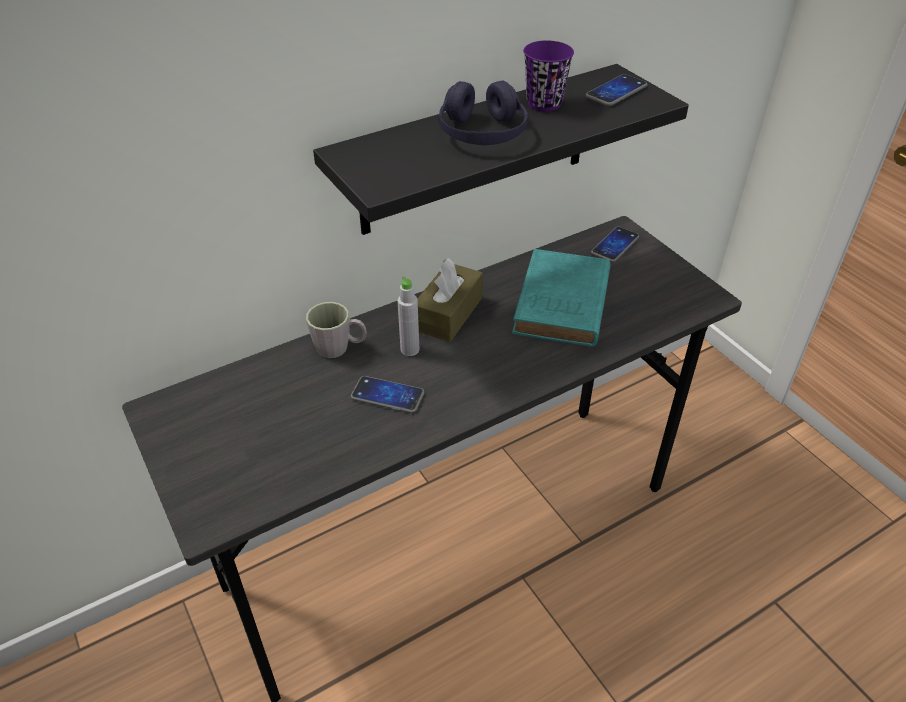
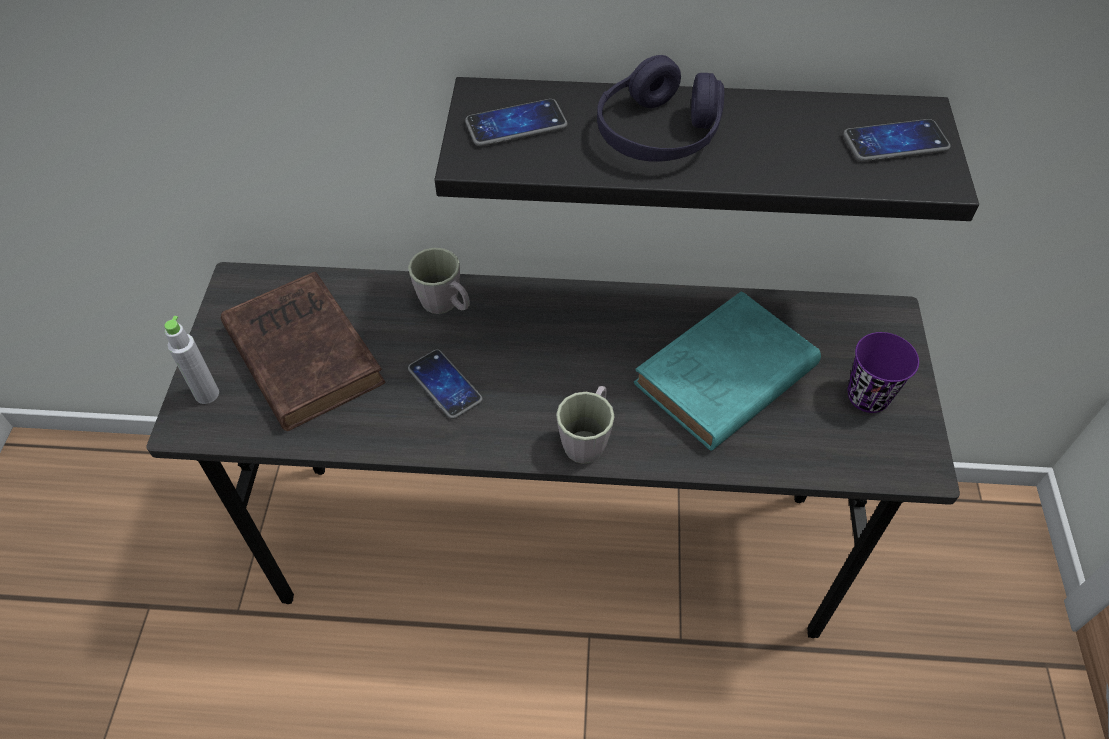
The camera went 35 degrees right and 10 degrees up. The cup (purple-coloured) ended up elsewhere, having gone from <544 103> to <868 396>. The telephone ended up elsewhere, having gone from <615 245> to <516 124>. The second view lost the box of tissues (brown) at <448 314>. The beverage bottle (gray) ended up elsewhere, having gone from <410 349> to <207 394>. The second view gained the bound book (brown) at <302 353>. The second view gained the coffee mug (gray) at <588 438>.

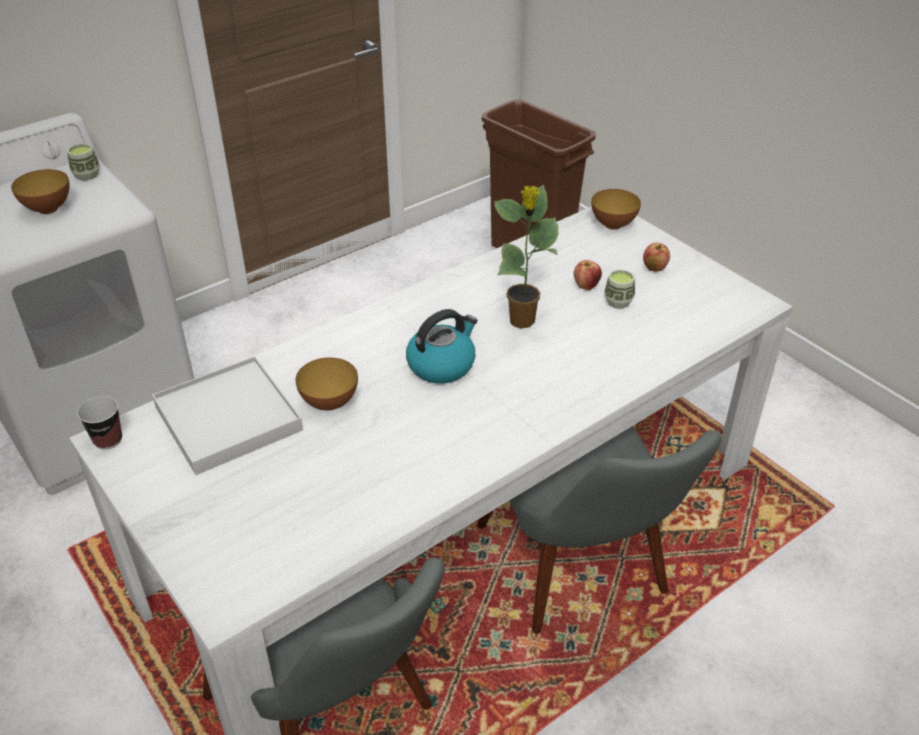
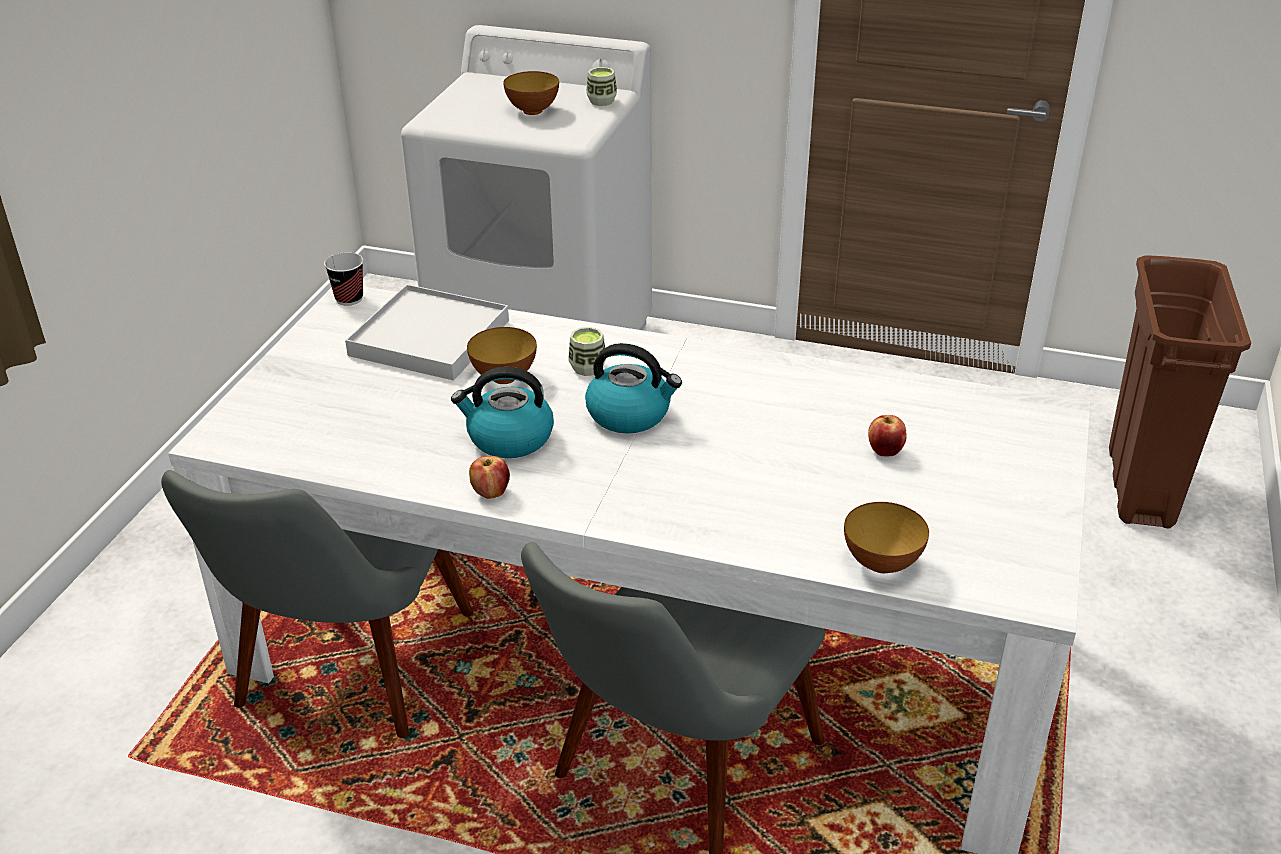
The camera went 55 degrees right and 5 degrees down. The second view lost the potted plant at <522 322>. The serving bowl ended up elsewhere, having gone from <613 225> to <881 563>. The apple ended up elsewhere, having gone from <654 268> to <491 493>. The cup ended up elsewhere, having gone from <618 301> to <587 368>. The second view gained the water kettle at <509 438>.

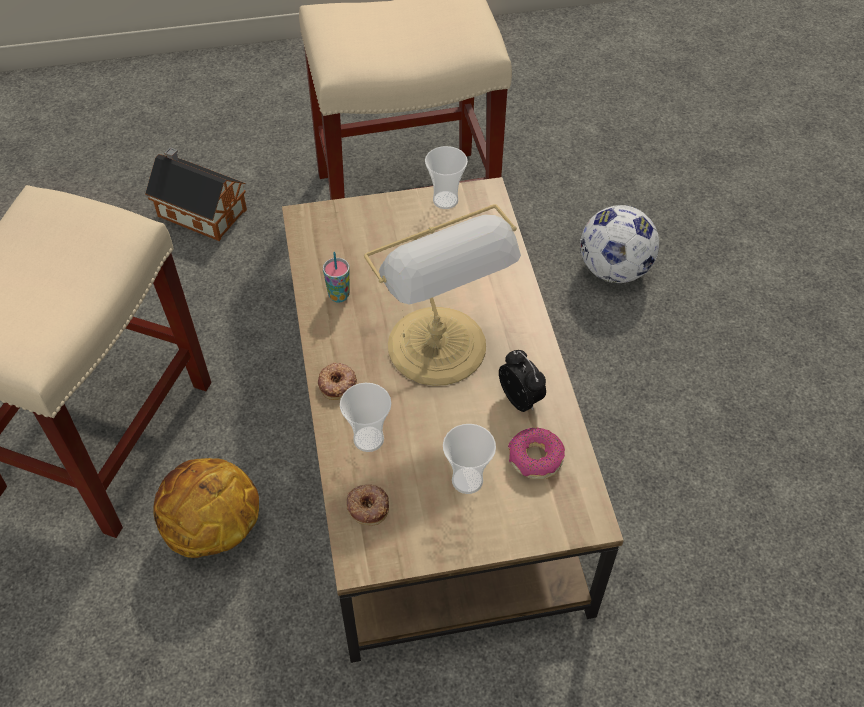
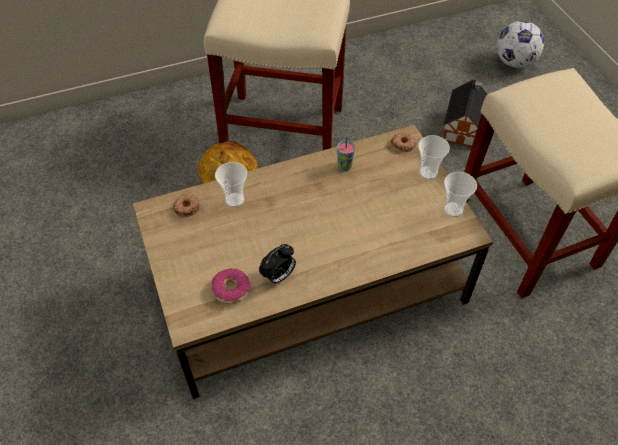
The camera went 80 degrees right and 0 degrees up. The second view lost the tabletop lamp at <440 349>. The football ball ended up elsewhere, having gone from <613 270> to <514 62>. The ring doughnut ended up elsewhere, having gone from <337 383> to <403 144>. The cup ended up elsewhere, having gone from <467 480> to <428 173>.

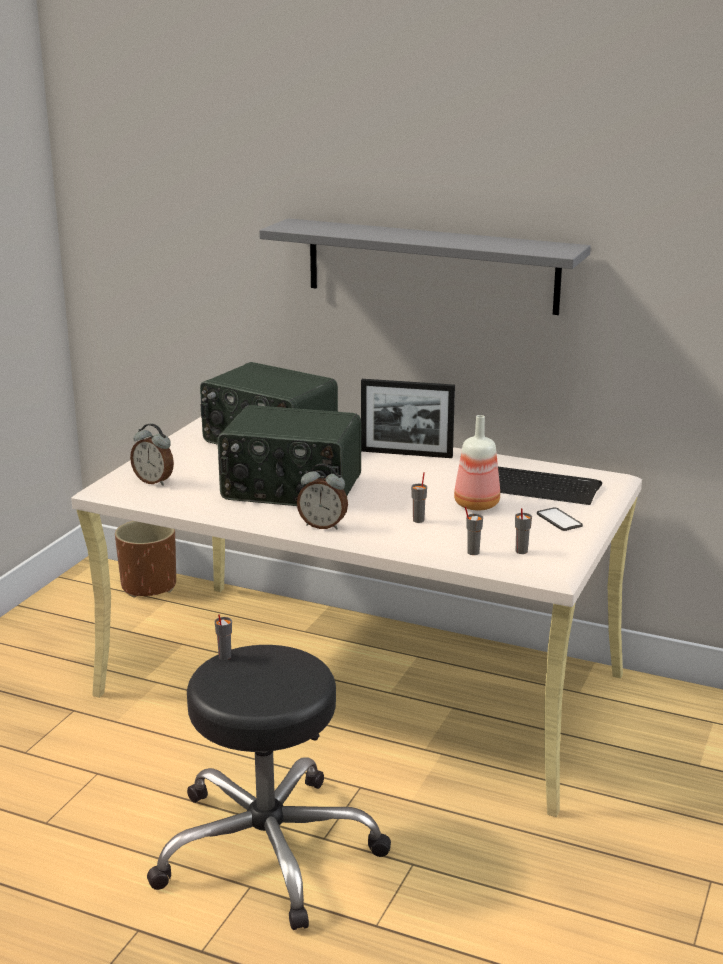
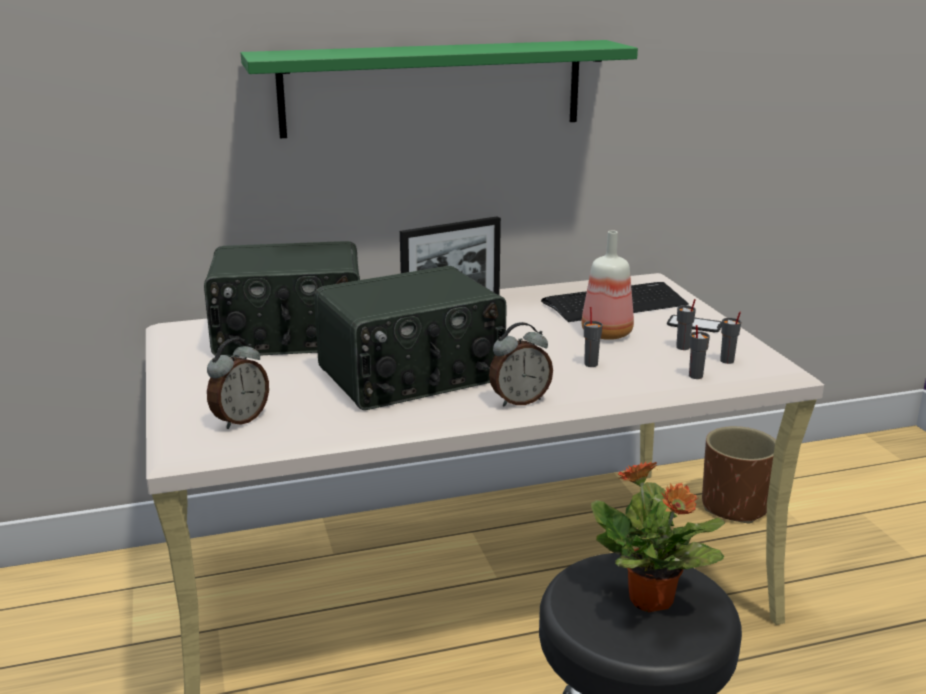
The camera went 40 degrees left and 0 degrees up. What was the bracket shelf (gray) at <431 266> turned into the bracket shelf (green-coloured) at <433 88>. The alarm clock at <154 481> ended up facing another way, 45 degrees counterclockwise from before. The planter (brown) ended up elsewhere, having gone from <149 586> to <734 506>. The cup (gray) ended up elsewhere, having gone from <224 656> to <682 347>. The second view gained the potted plant at <651 600>.

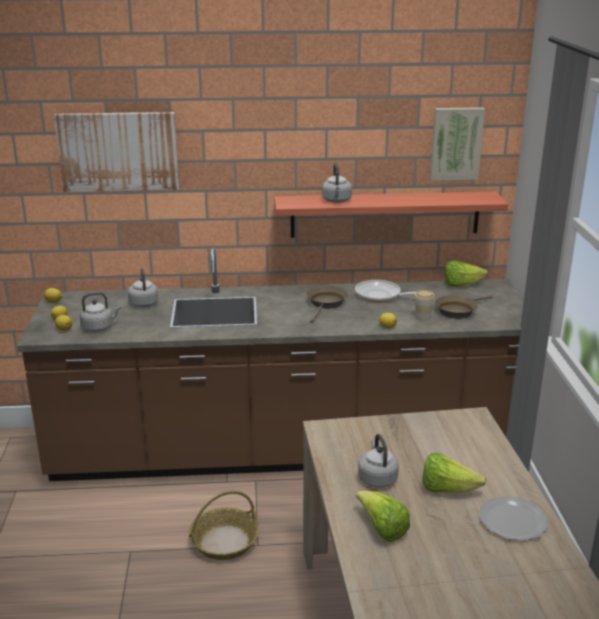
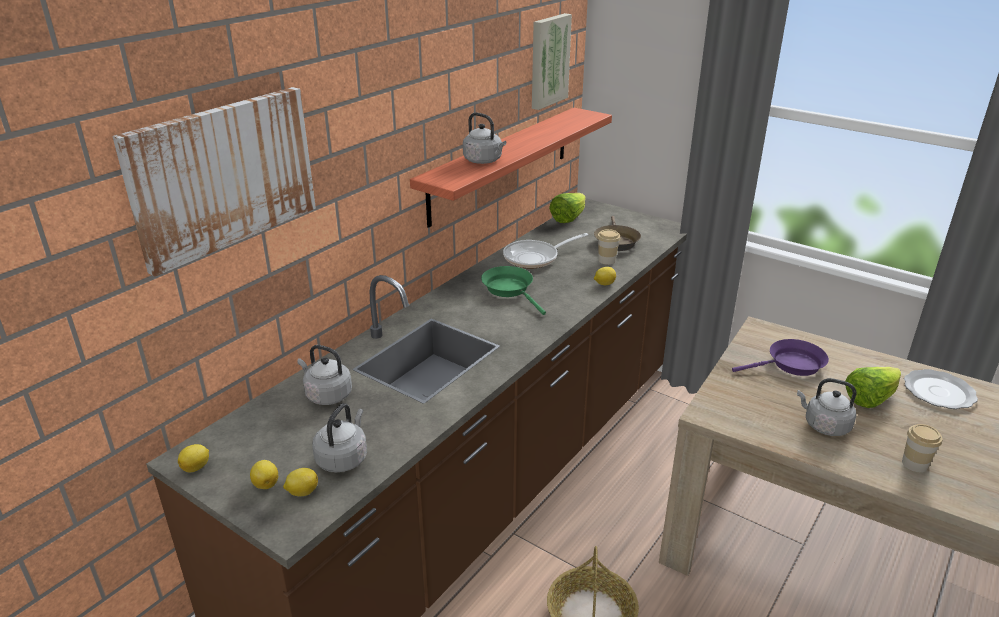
The camera went 50 degrees left and 5 degrees up. What was the frying pan (brown) at <326 304> turned into the frying pan (green-coloured) at <510 290>. Where the lettuce head stood at <382 529>, the cup came to stand at <914 464>. The second view gained the frying pan (purple-coloured) at <791 365>.

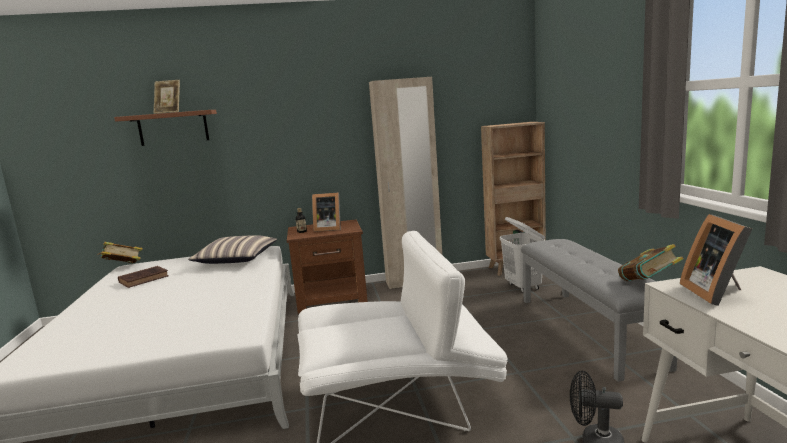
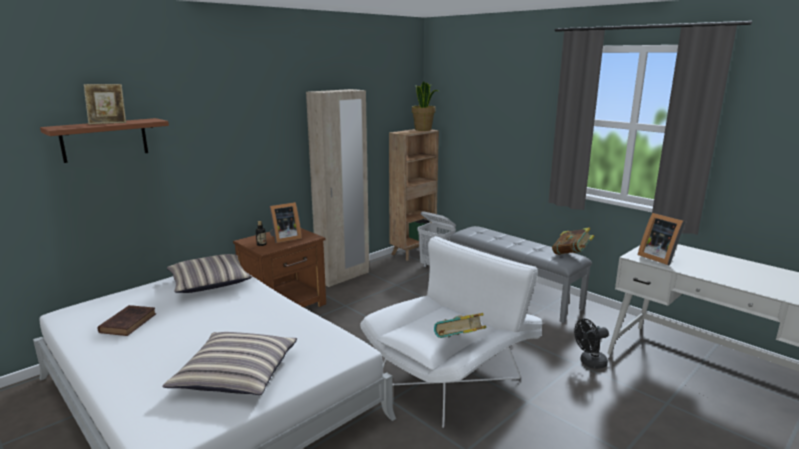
The camera went 35 degrees left and 5 degrees up. The bound book ended up elsewhere, having gone from <123 267> to <459 343>. The second view gained the potted plant at <423 129>. The second view gained the cushion at <236 374>.

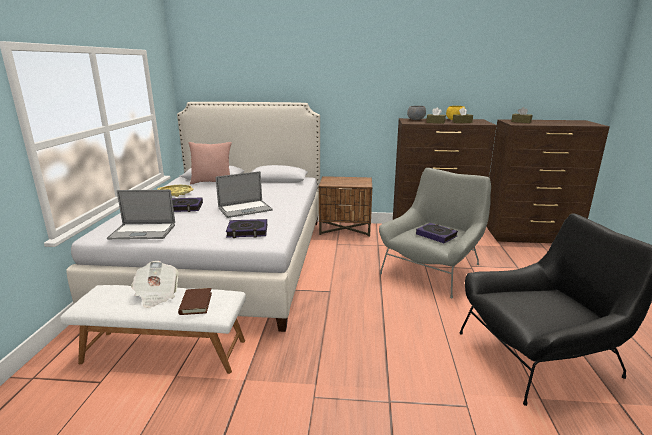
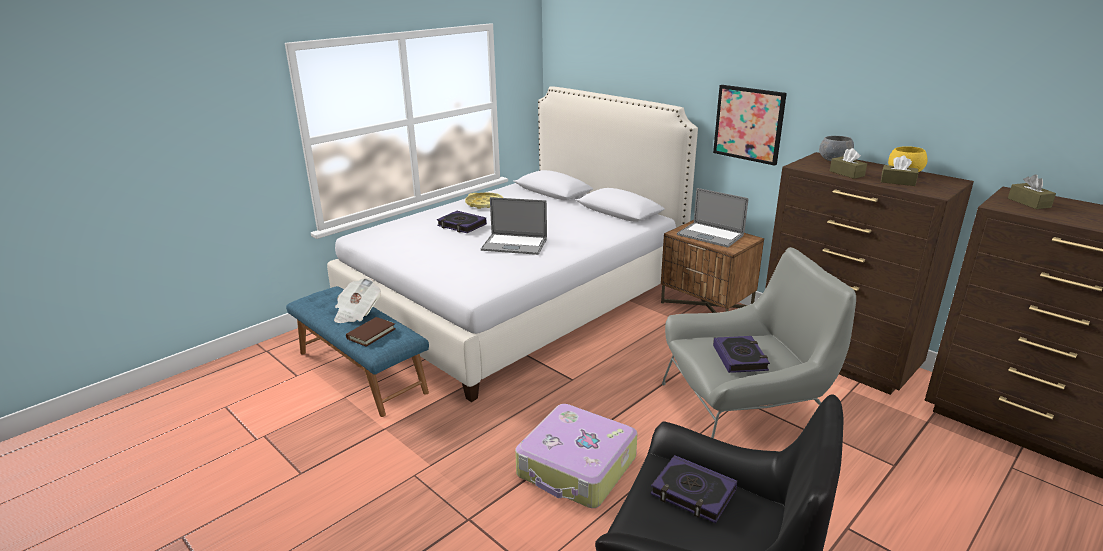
The camera went 40 degrees right and 5 degrees up. The second view lost the cushion (pink) at <212 182>. The laptop ended up elsewhere, having gone from <142 232> to <710 235>. The bound book ended up elsewhere, having gone from <247 231> to <693 493>. What was the bench (whitish) at <165 351> turned into the bench (blue) at <362 371>. The second view gained the wall picture at <749 124>. The second view gained the piece of luggage at <577 467>.

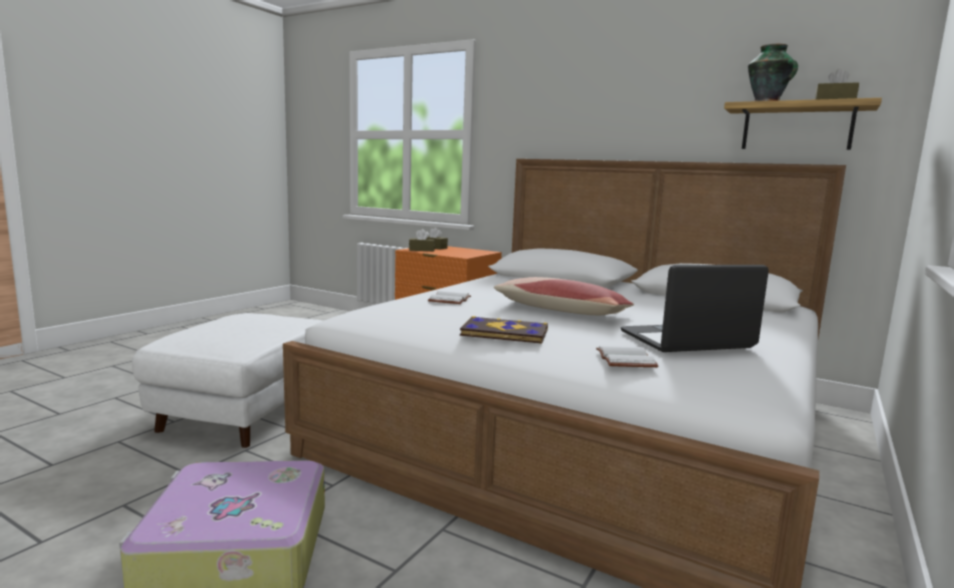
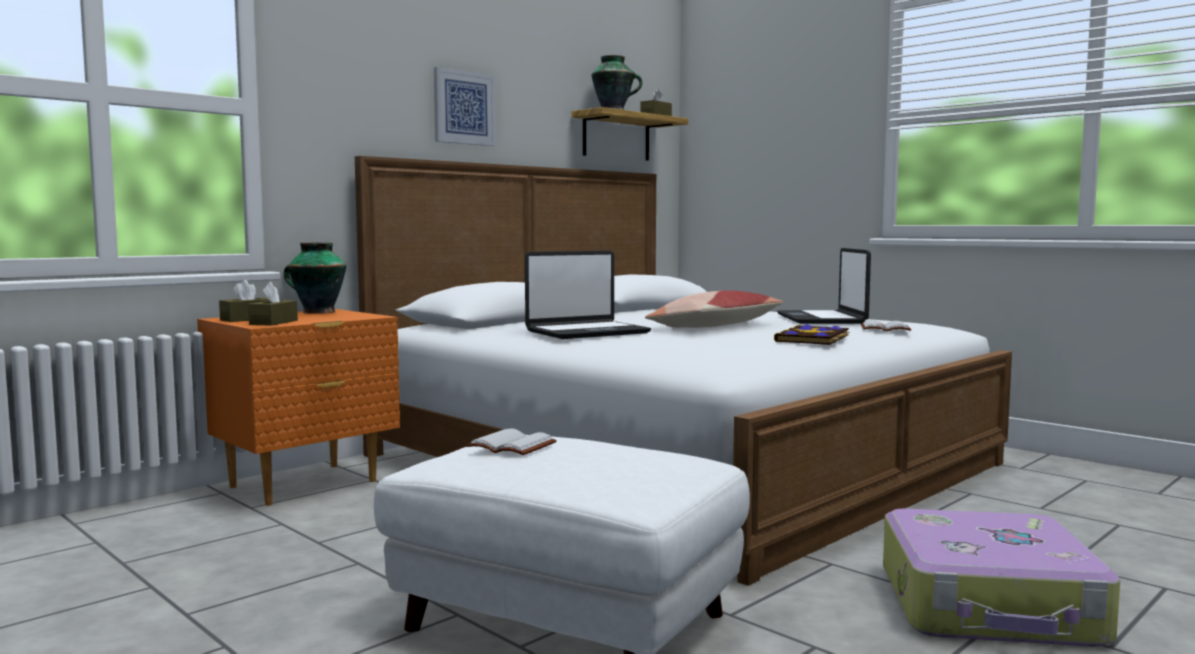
The camera went 75 degrees left and 5 degrees down. The bound book (whitish) ended up elsewhere, having gone from <450 300> to <514 446>. The second view gained the wall picture at <464 107>. The second view gained the flower vase at <317 312>. The second view gained the laptop at <586 332>.

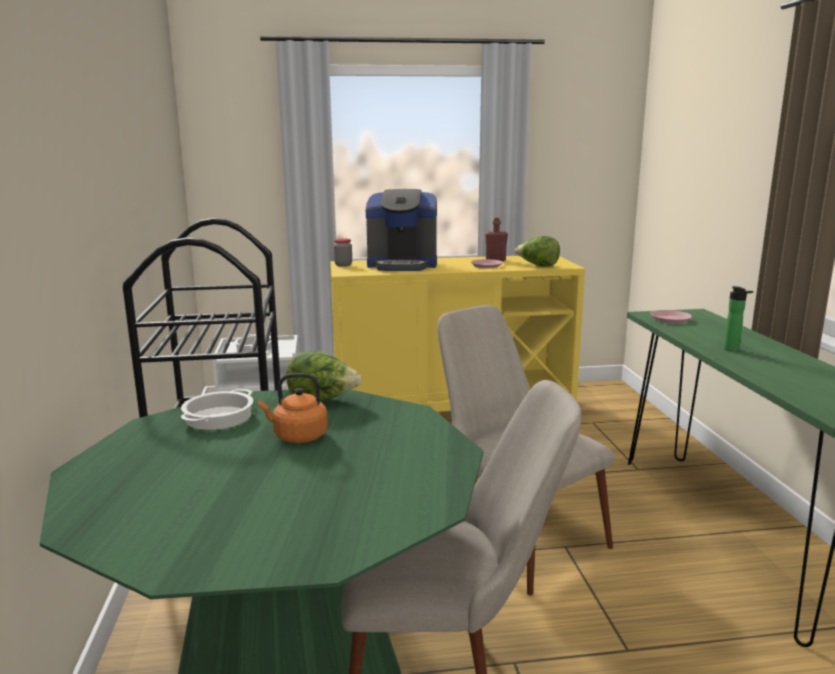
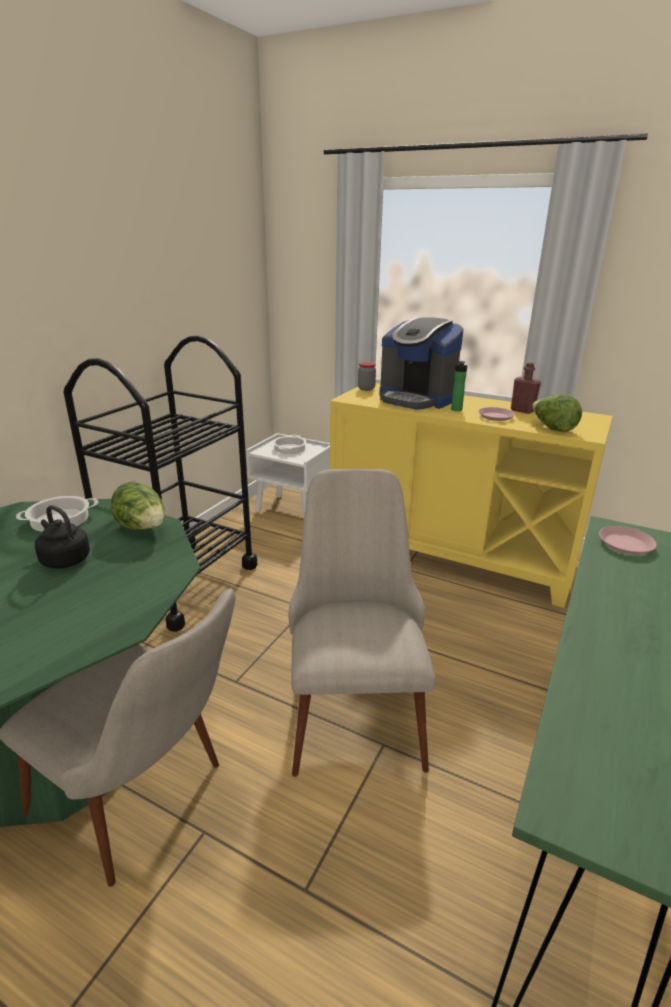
The camera went 35 degrees right and 10 degrees up. The beverage bottle ended up elsewhere, having gone from <733 350> to <456 410>. What was the water kettle (orangey) at <297 436> turned into the water kettle (black-coloured) at <64 559>.

